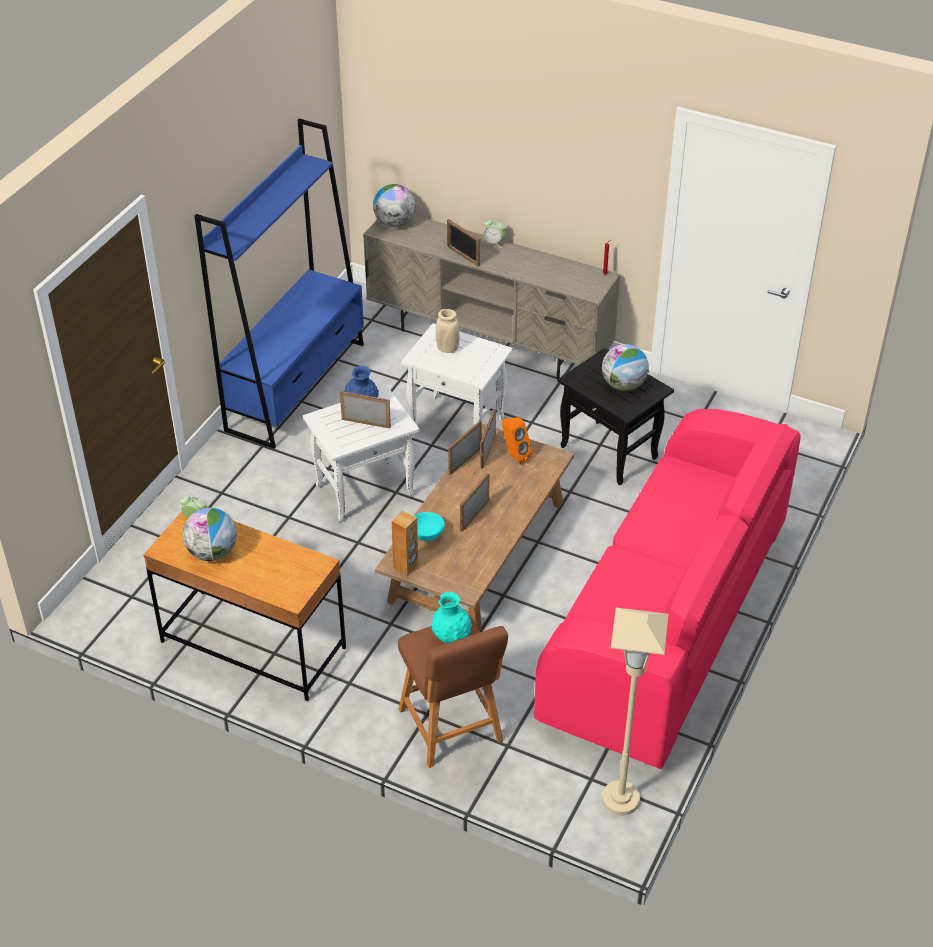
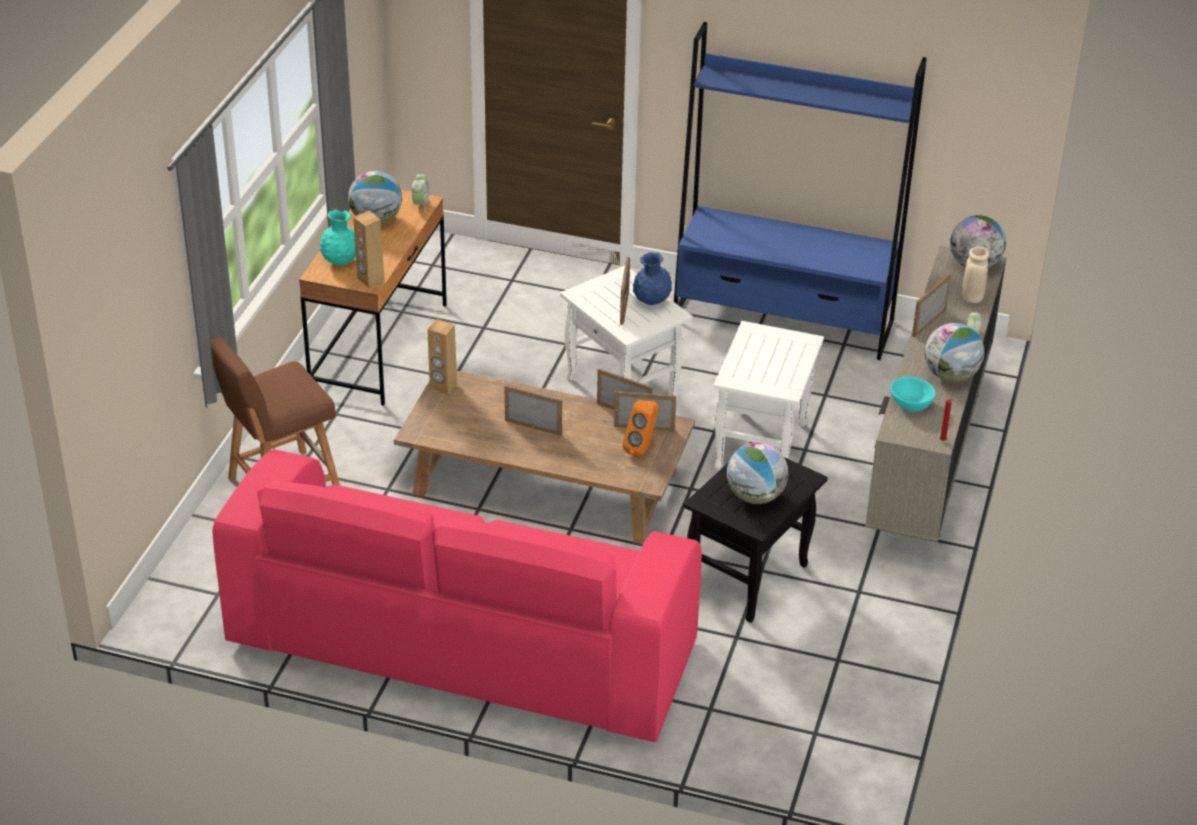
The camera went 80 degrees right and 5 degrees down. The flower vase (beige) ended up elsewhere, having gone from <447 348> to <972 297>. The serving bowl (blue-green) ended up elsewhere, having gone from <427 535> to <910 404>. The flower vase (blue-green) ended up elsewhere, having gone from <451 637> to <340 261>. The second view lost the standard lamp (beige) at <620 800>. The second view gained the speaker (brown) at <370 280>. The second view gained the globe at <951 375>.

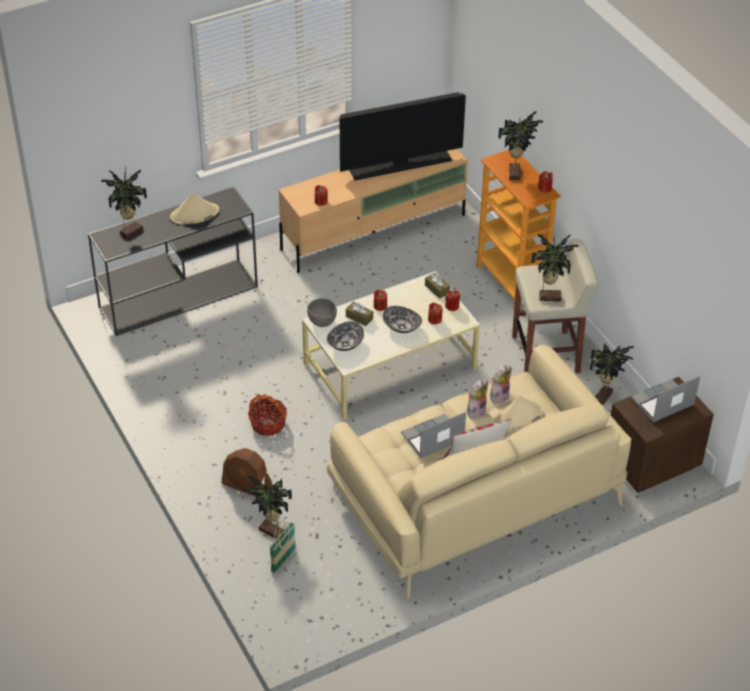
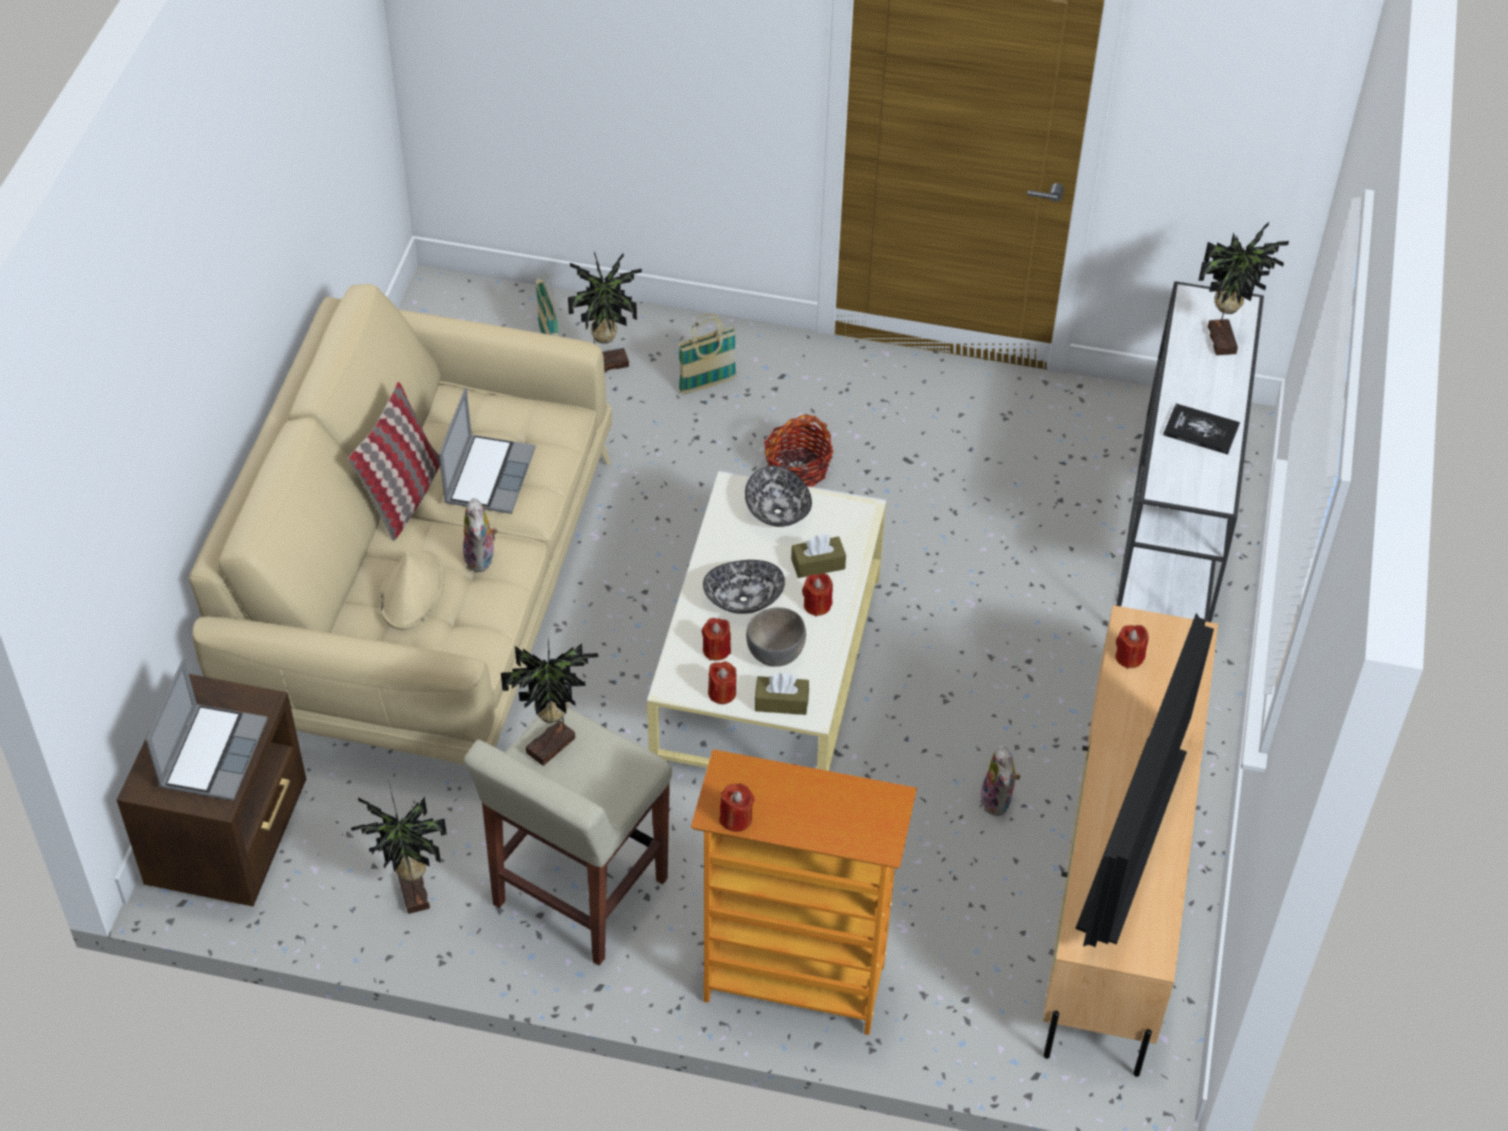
The camera went 130 degrees right and 5 degrees up. The second view lost the potted plant at <516 173>. What was the console table (black-coloured) at <180 296> turned into the console table (whitish) at <1174 529>. Where the hat (beige) stood at <194 214>, the bound book came to stand at <1201 430>. The serving bowl (gray) ended up elsewhere, having gone from <322 322> to <776 654>. The plush toy ended up elsewhere, having gone from <499 395> to <998 801>. Where the electric fan (brown) stood at <247 486>, the household basket came to stand at <707 385>.

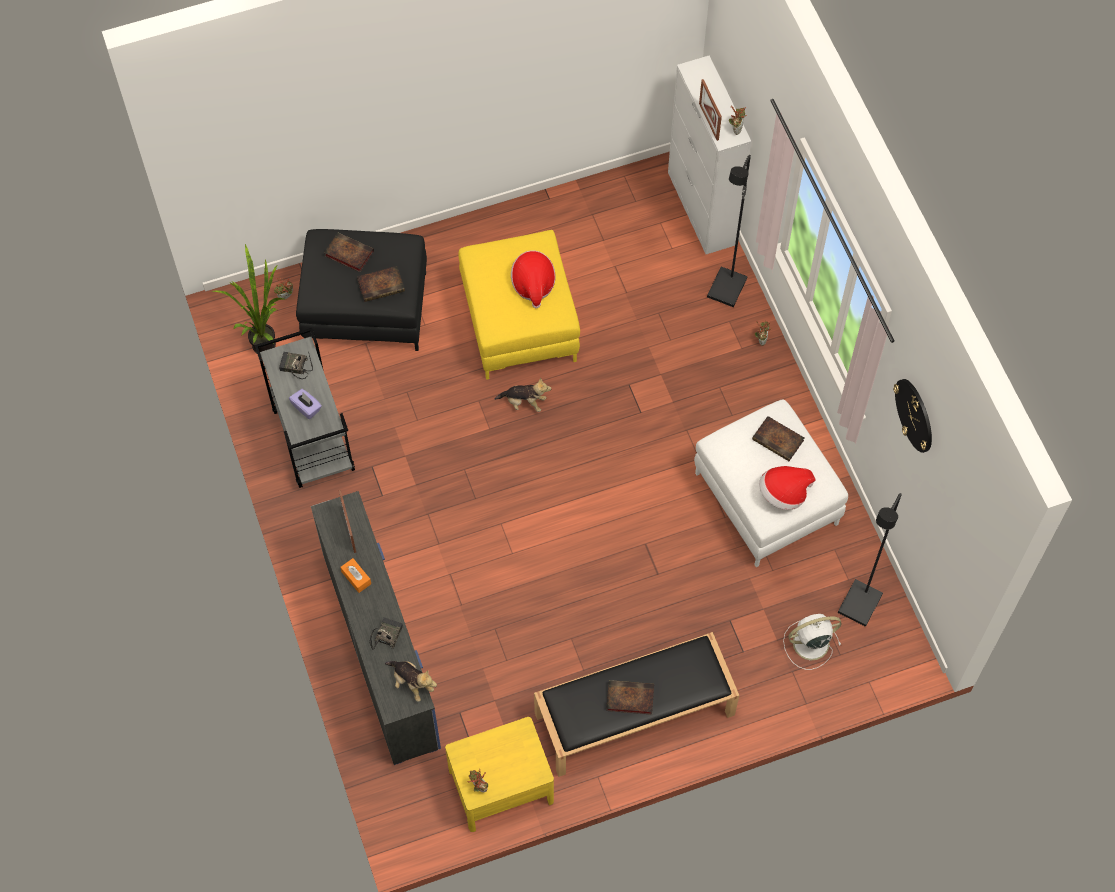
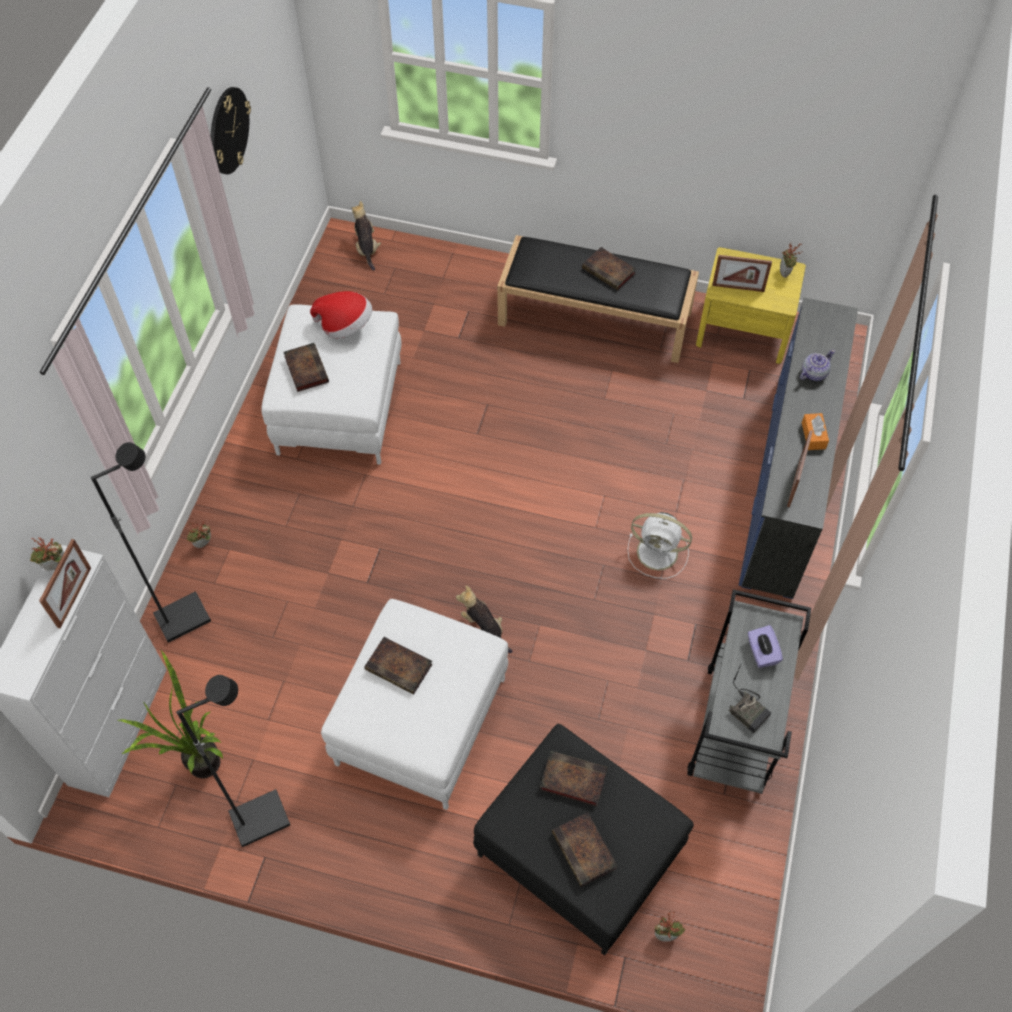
The camera went 145 degrees left and 5 degrees down. What was the footrest (yellowish) at <518 322> turned into the footrest (whitish) at <421 722>. The potted plant ended up elsewhere, having gone from <266 341> to <198 768>. Where the hat stood at <533 284>, the bound book came to stand at <400 667>. The standard lamp (black-coloured) ended up elsewhere, having gone from <860 605> to <260 817>. The electric fan (whitish) ended up elsewhere, having gone from <809 643> to <659 553>. Where the radio set stood at <386 635>, the teapot came to stand at <813 373>. The plush toy ended up elsewhere, having gone from <411 683> to <367 248>. The second view gained the picture frame at <738 288>.

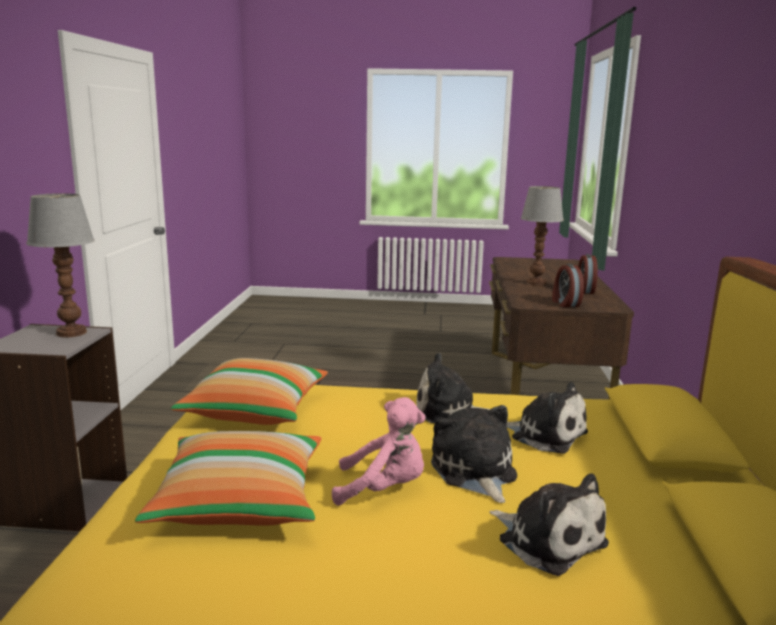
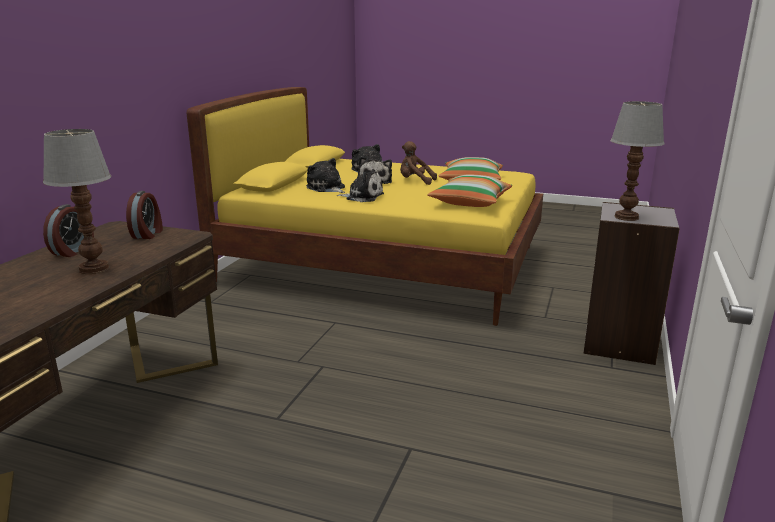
The camera went 165 degrees left and 5 degrees up. What was the plush toy (pink) at <384 489> turned into the plush toy (brown) at <415 181>.

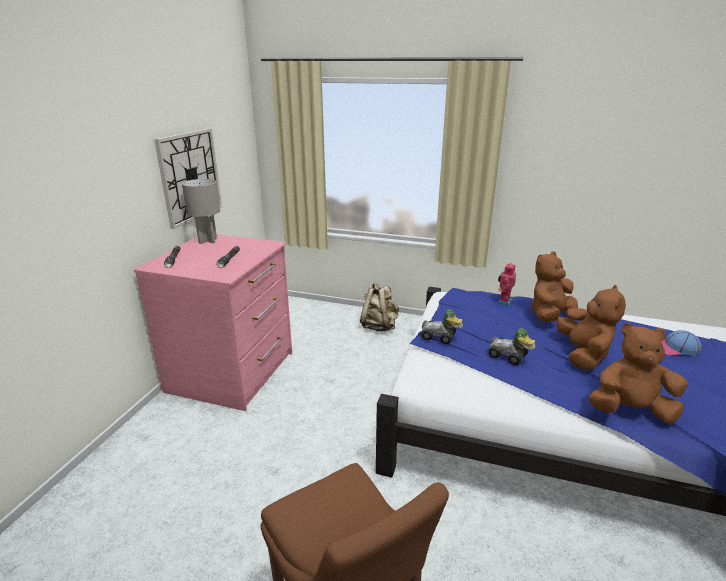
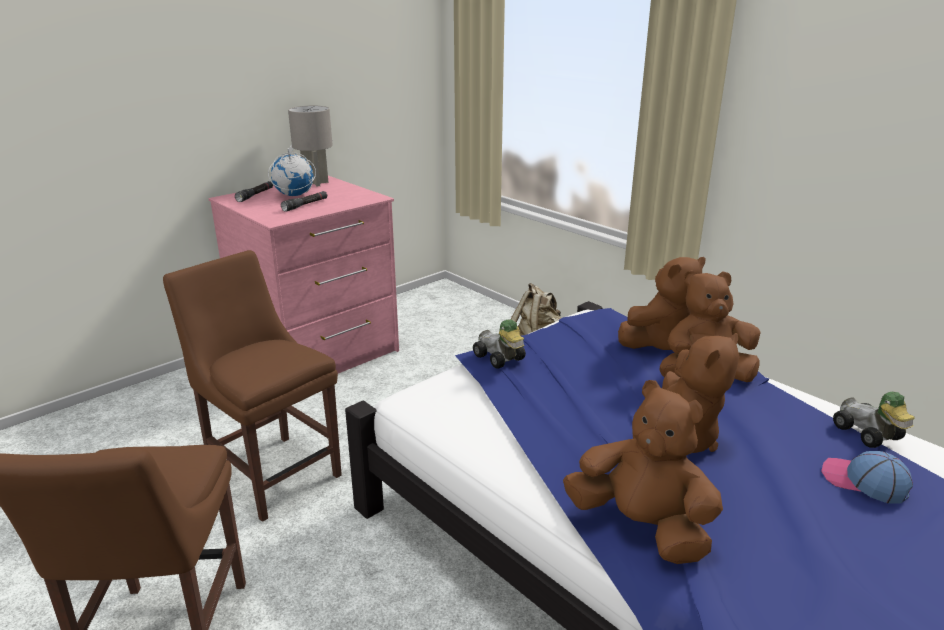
The camera went 30 degrees right and 0 degrees up. The second view lost the hanging clock at <190 176>. Where the toy robot stood at <503 301>, the plush toy (brown) came to stand at <658 341>. The miniature car ended up elsewhere, having gone from <509 357> to <868 435>. The second view gained the globe at <294 195>. The second view gained the upright chair (brown) at <272 472>.

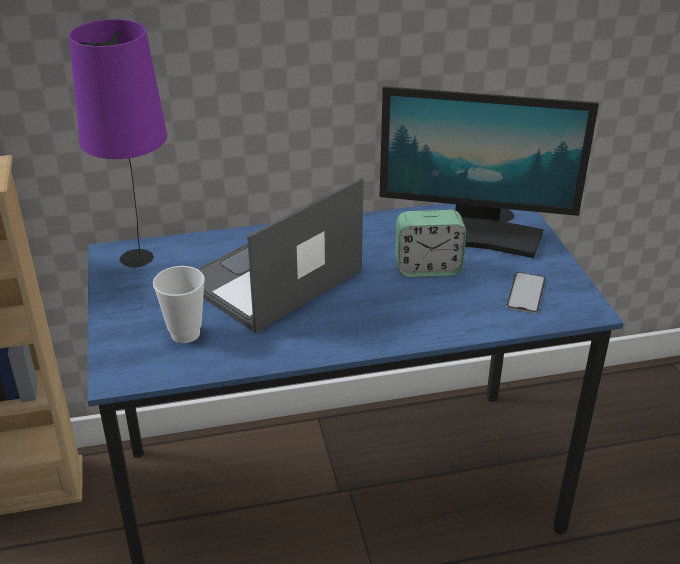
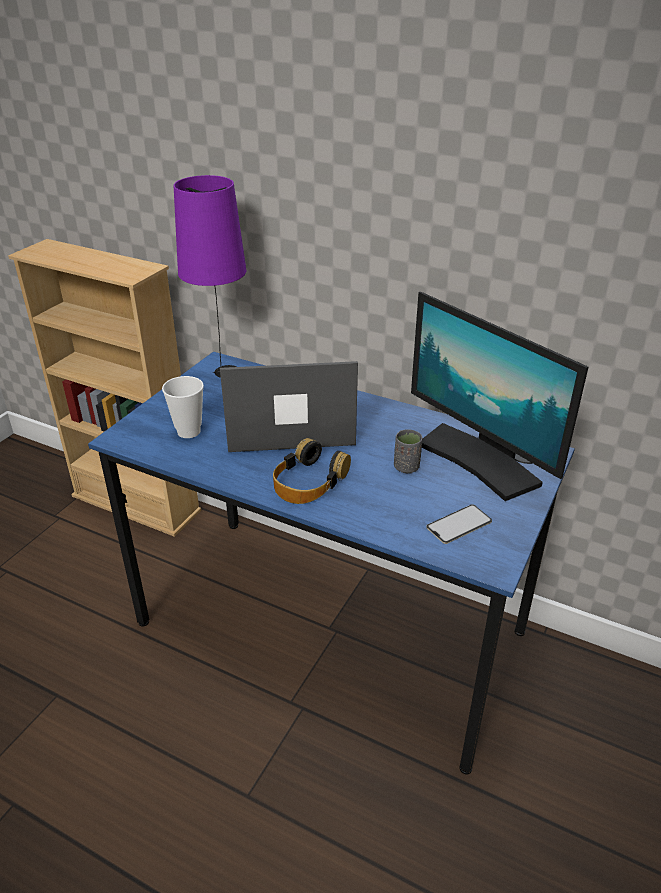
The camera went 40 degrees right and 0 degrees up. Where the alarm clock stood at <428 268>, the cup (gray) came to stand at <406 467>. The second view gained the headset at <309 481>.

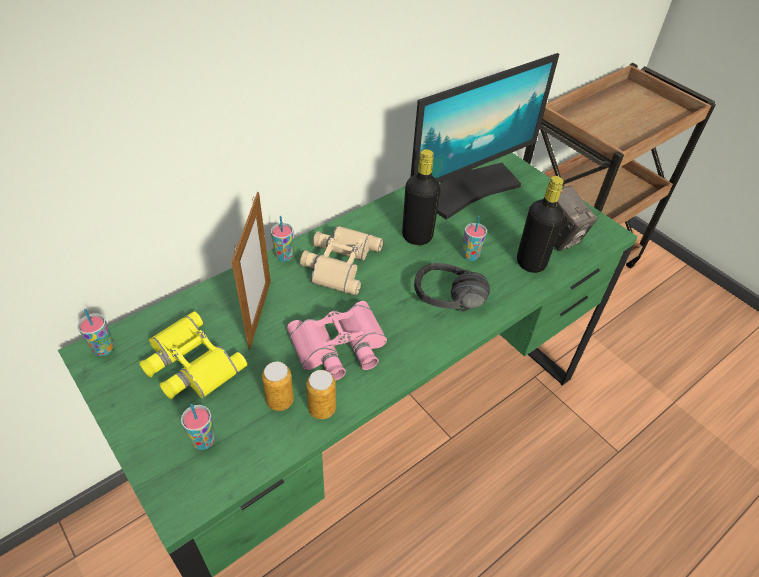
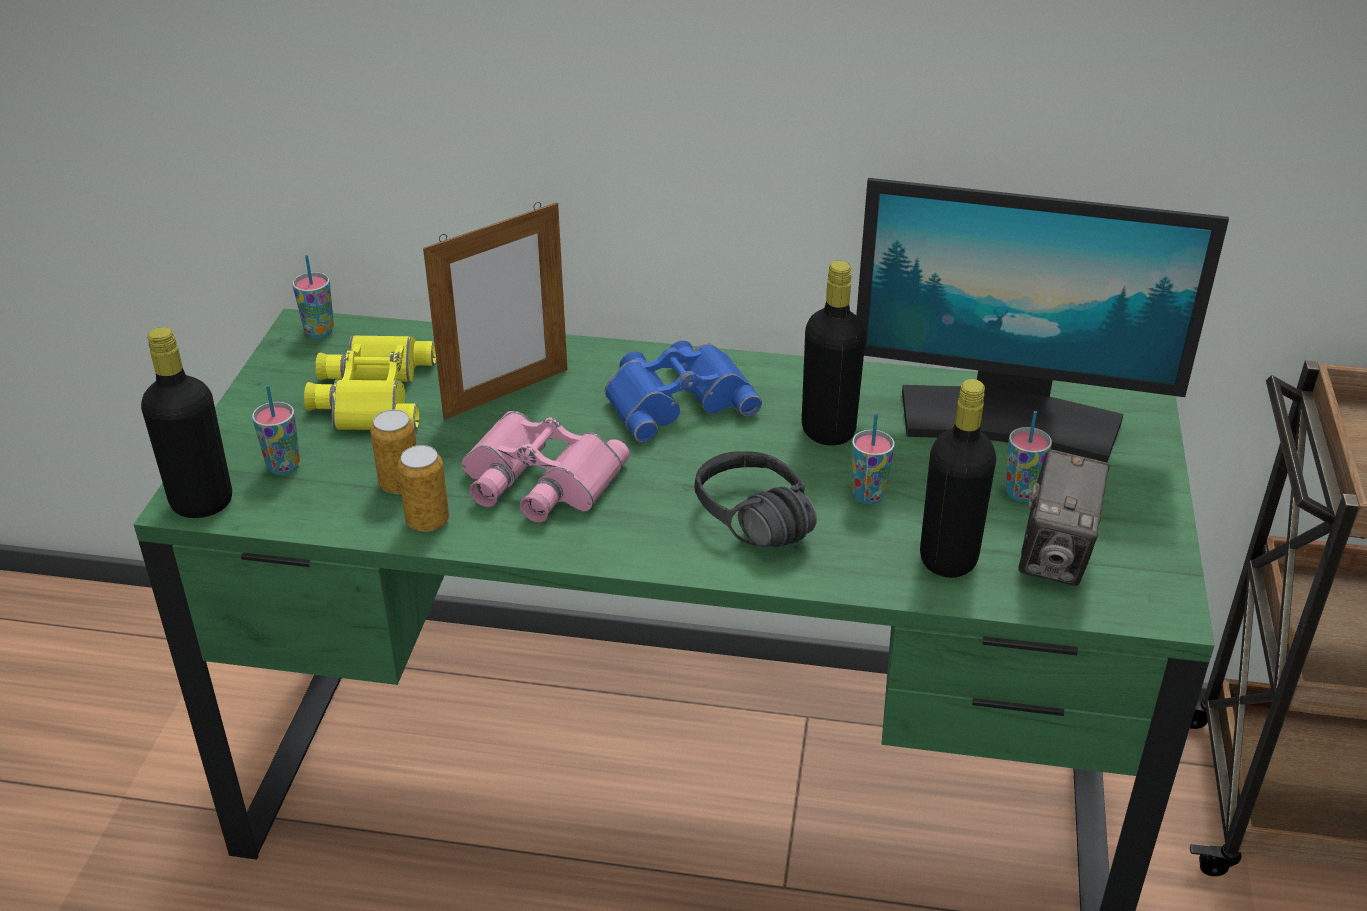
The camera went 50 degrees right and 10 degrees down. The cup ended up elsewhere, having gone from <284 256> to <1021 493>. What was the field glasses (beige) at <339 262> turned into the field glasses (blue) at <677 398>. The second view gained the beverage bottle (black-coloured) at <202 503>.

